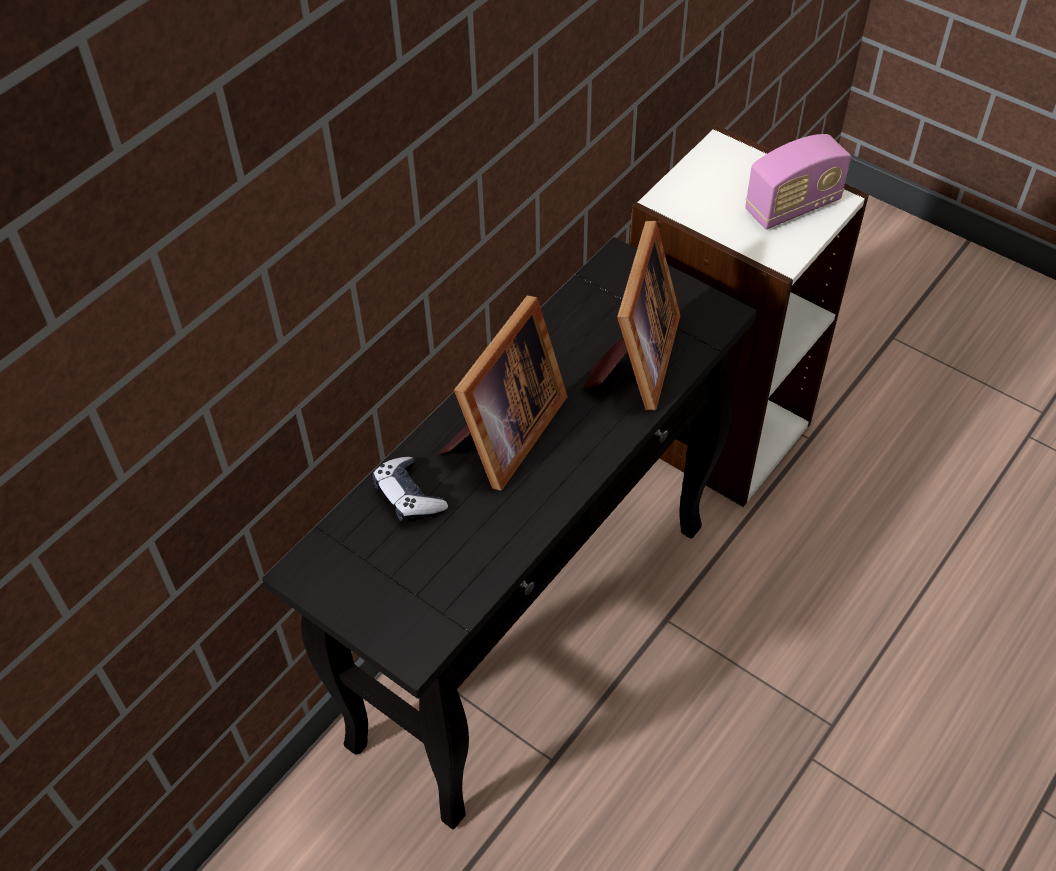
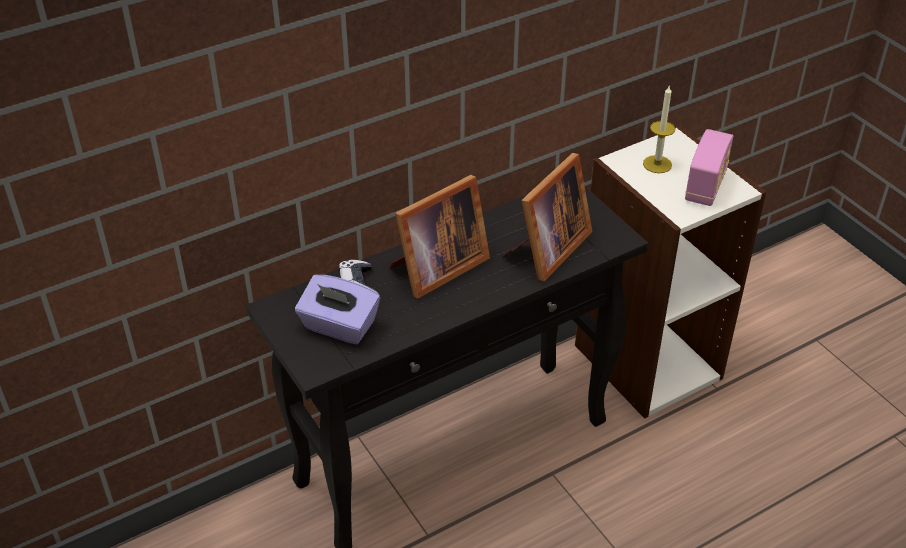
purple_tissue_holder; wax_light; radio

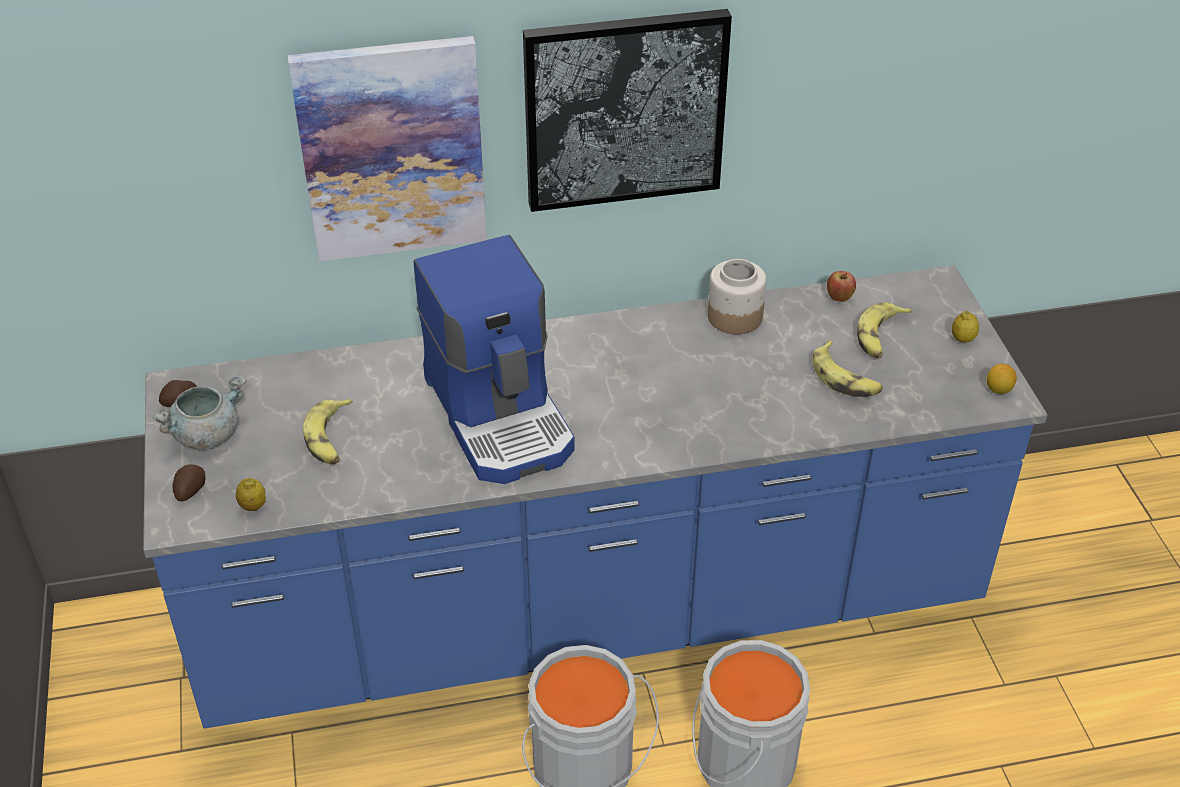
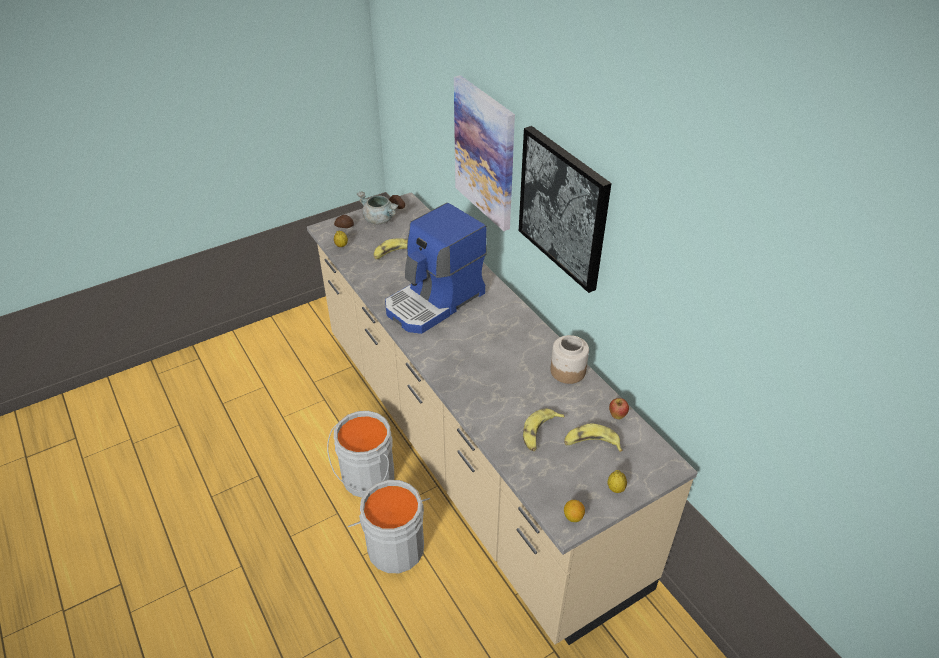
beige_kitchen_counter

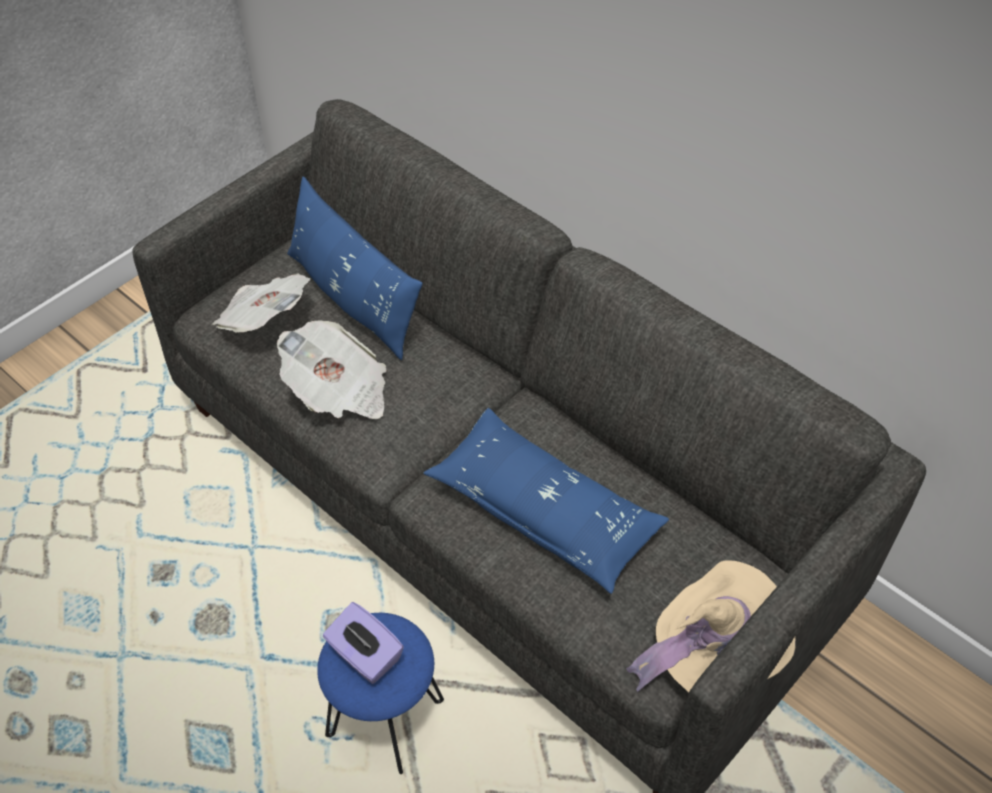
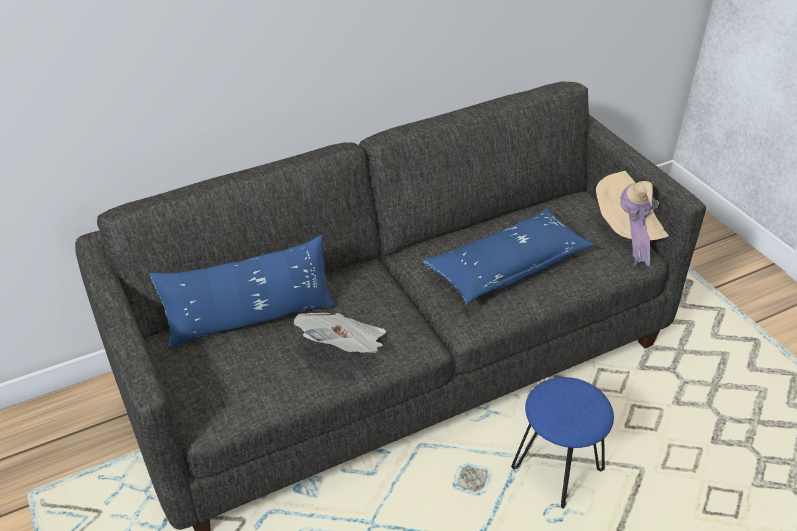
newspaper (no. 1 from left in the first image); purple_tissue_holder

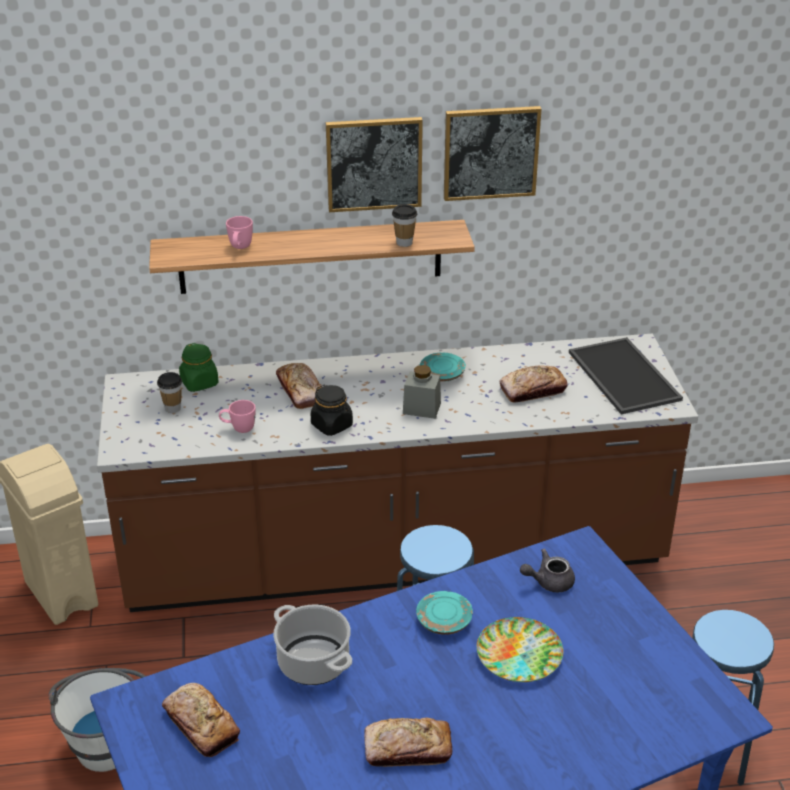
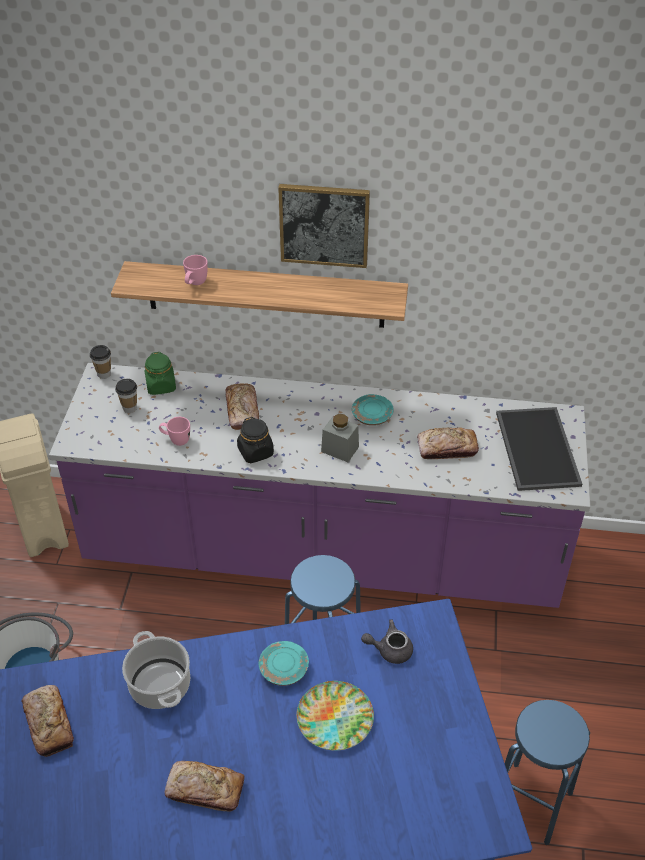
purple_kitchen_counter; cup (no. 1 from left); wall_art (no. 2 from left in the first image)

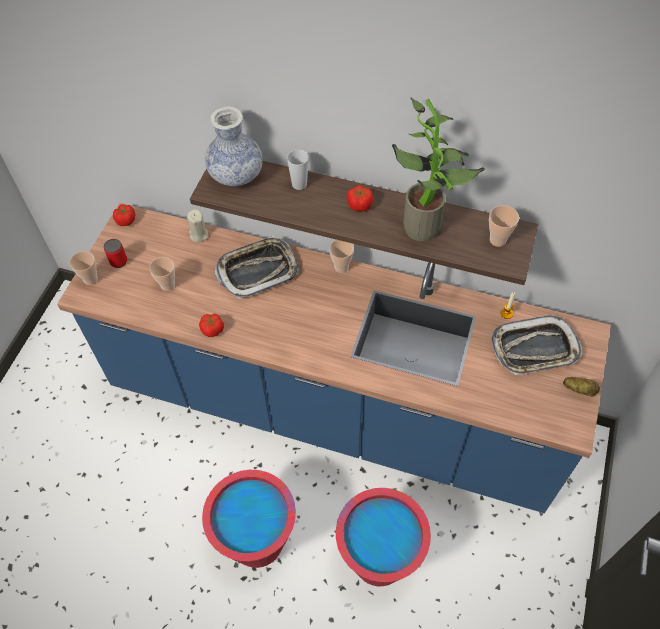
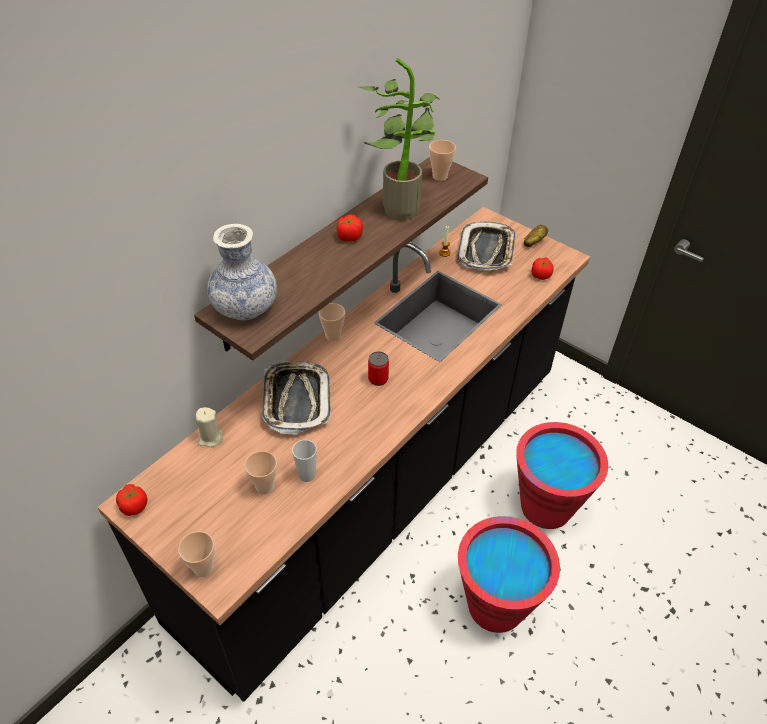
black_kitchen_counter; cup (no. 3 from left); can; fresh_tomato (no. 3 from left)

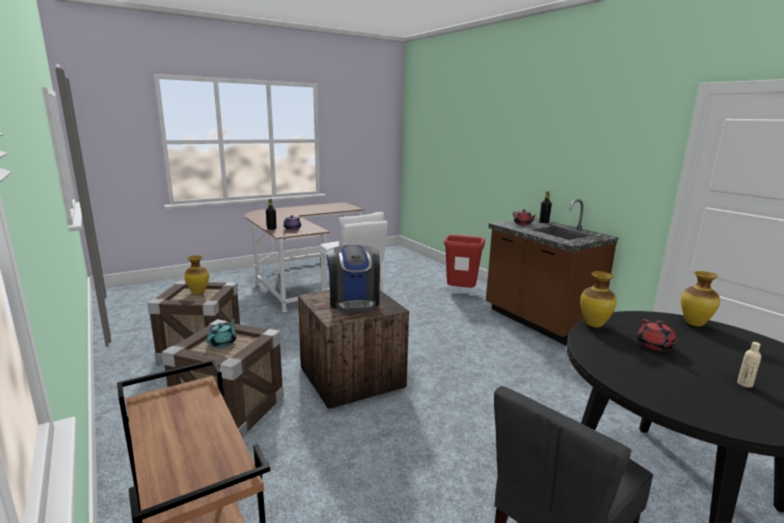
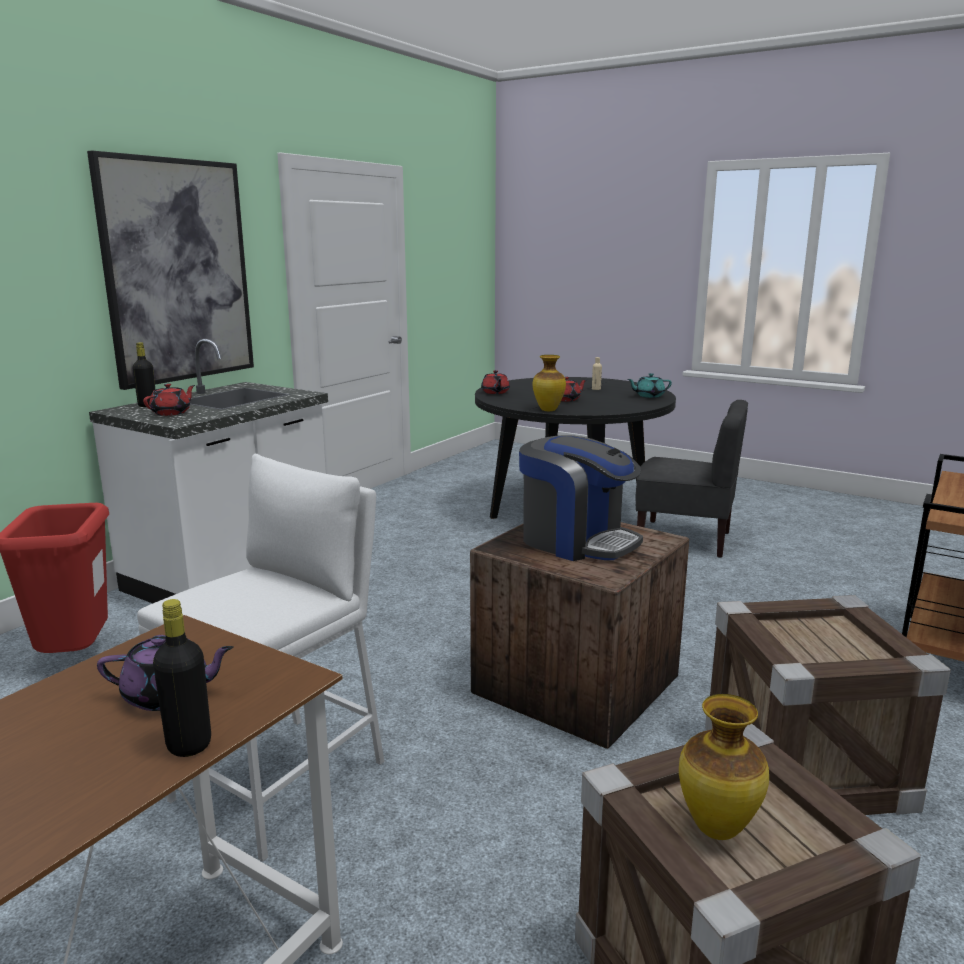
wall_art; whitish_kitchen_counter; red_tea_pot (no. 2 from left); coffee_brewer; turquoise-coloured_tea_pot

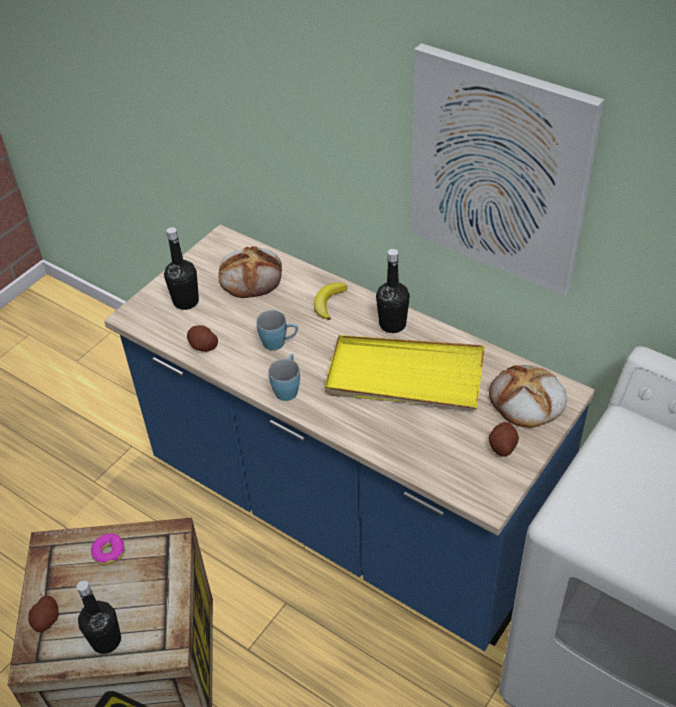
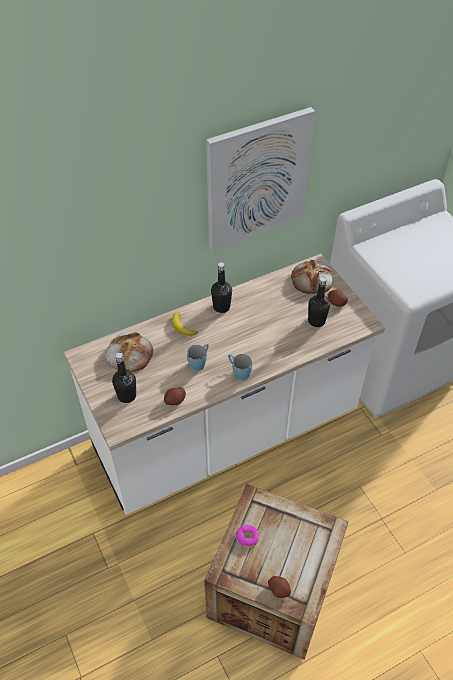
whitish_kitchen_counter; black_beverage_bottle (no. 3 from left); yellow-coloured_carrying_tray

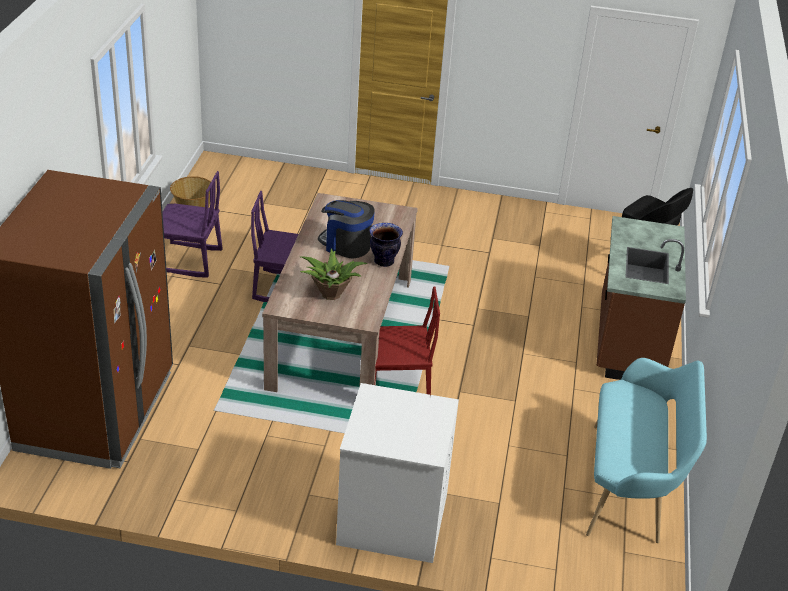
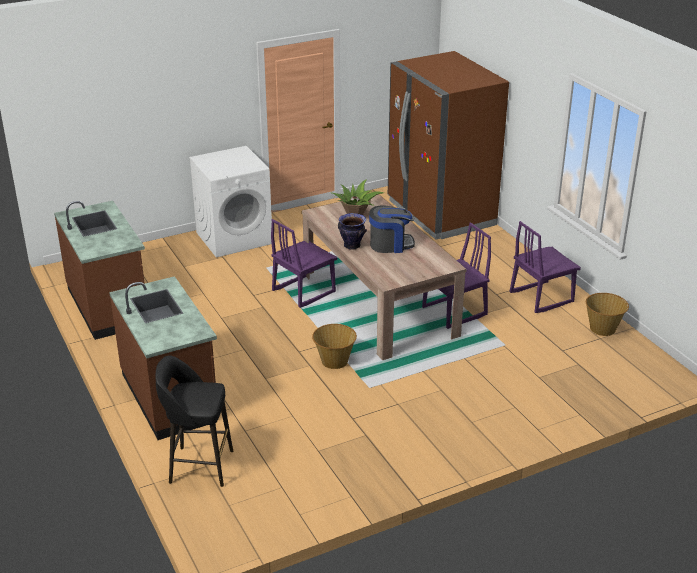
brownish_kitchen_counter (no. 1 from left); purple_upright_chair (no. 1 from left); storage_basket (no. 1 from left)

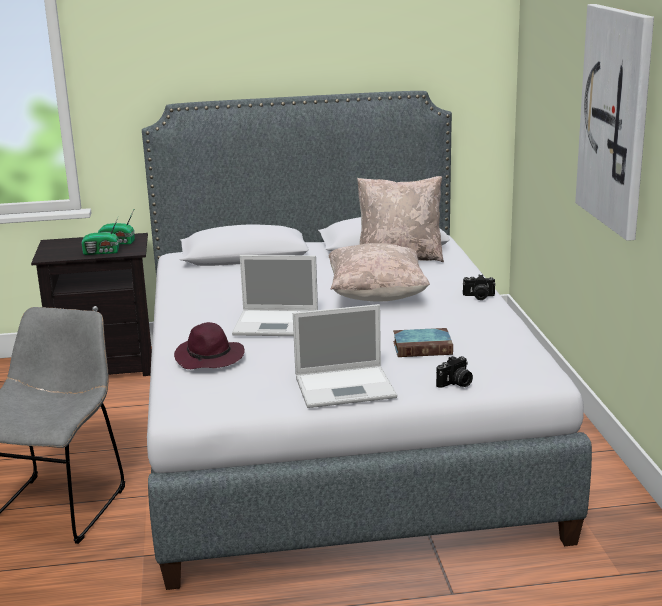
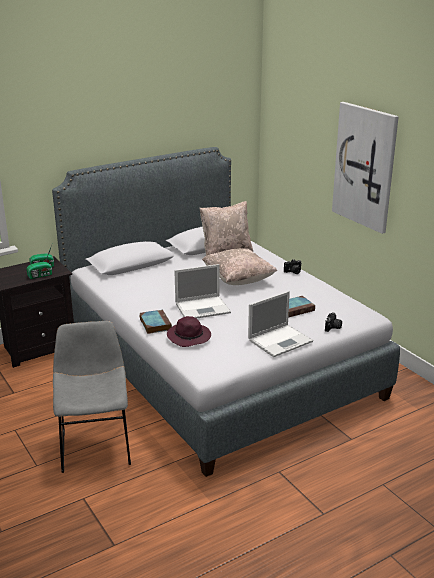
volume (no. 1 from left)

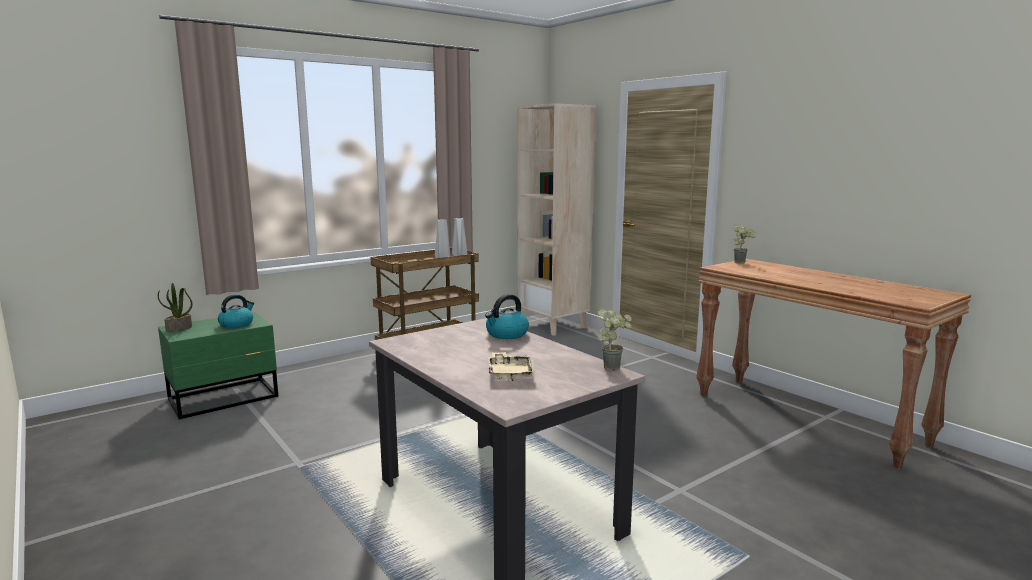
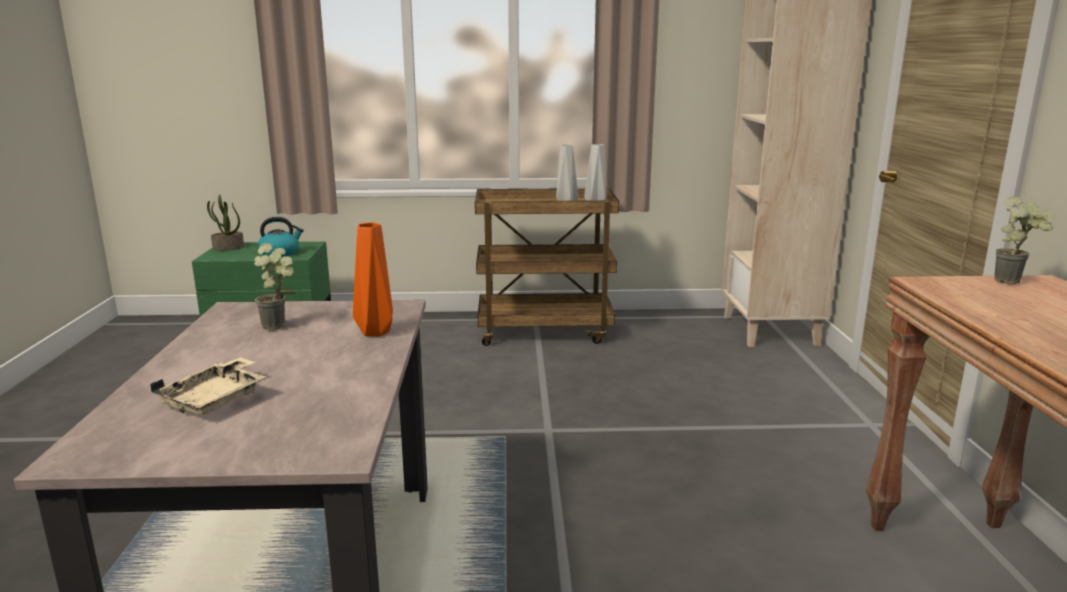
plant_in_a_pot (no. 2 from left); orange-coloured_vase

